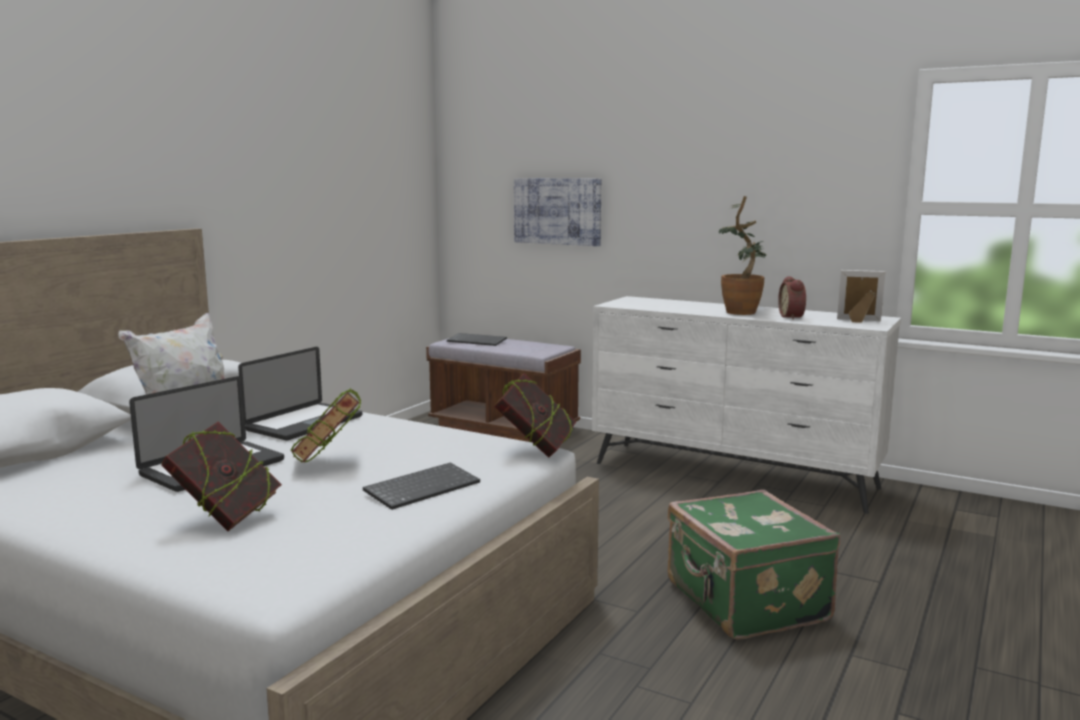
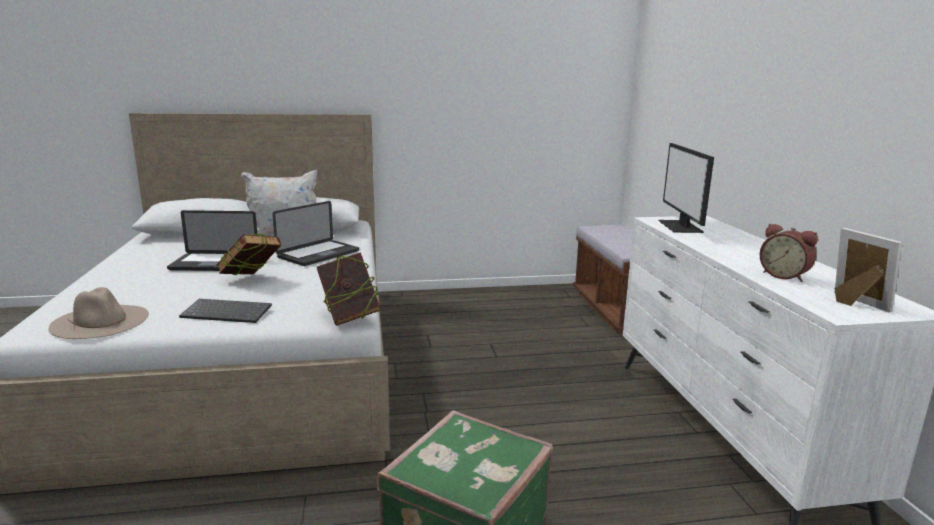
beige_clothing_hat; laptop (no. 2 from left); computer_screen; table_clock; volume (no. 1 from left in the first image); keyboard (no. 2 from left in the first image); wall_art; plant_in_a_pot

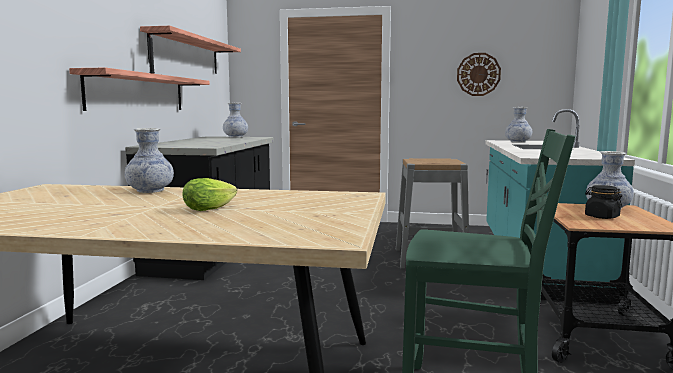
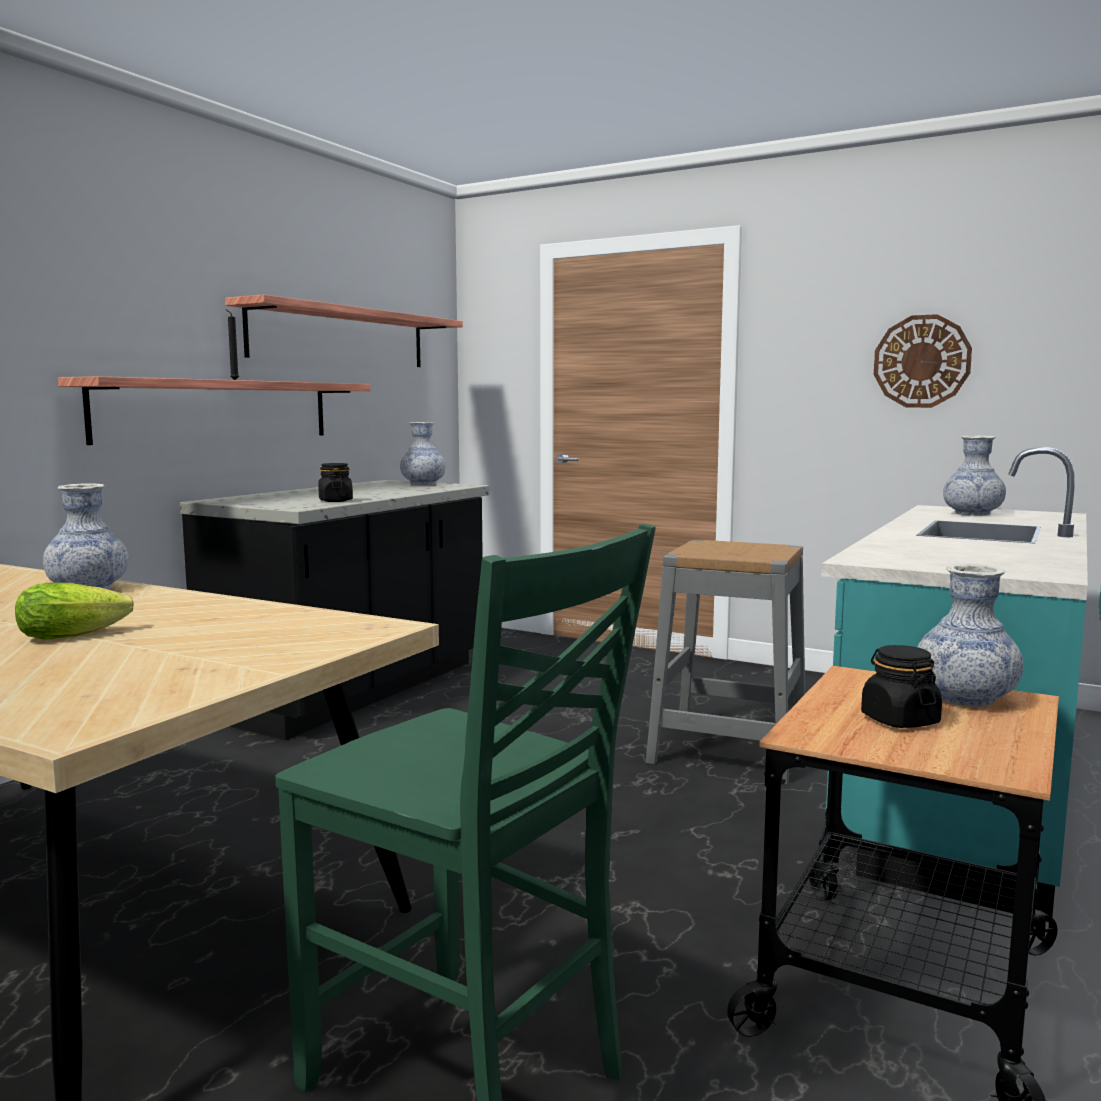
black_storage_jar (no. 1 from left)

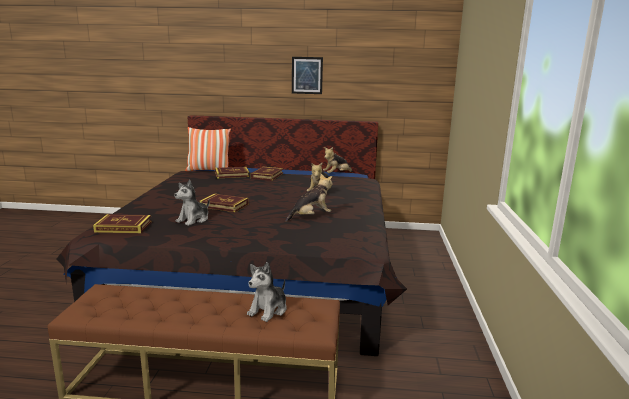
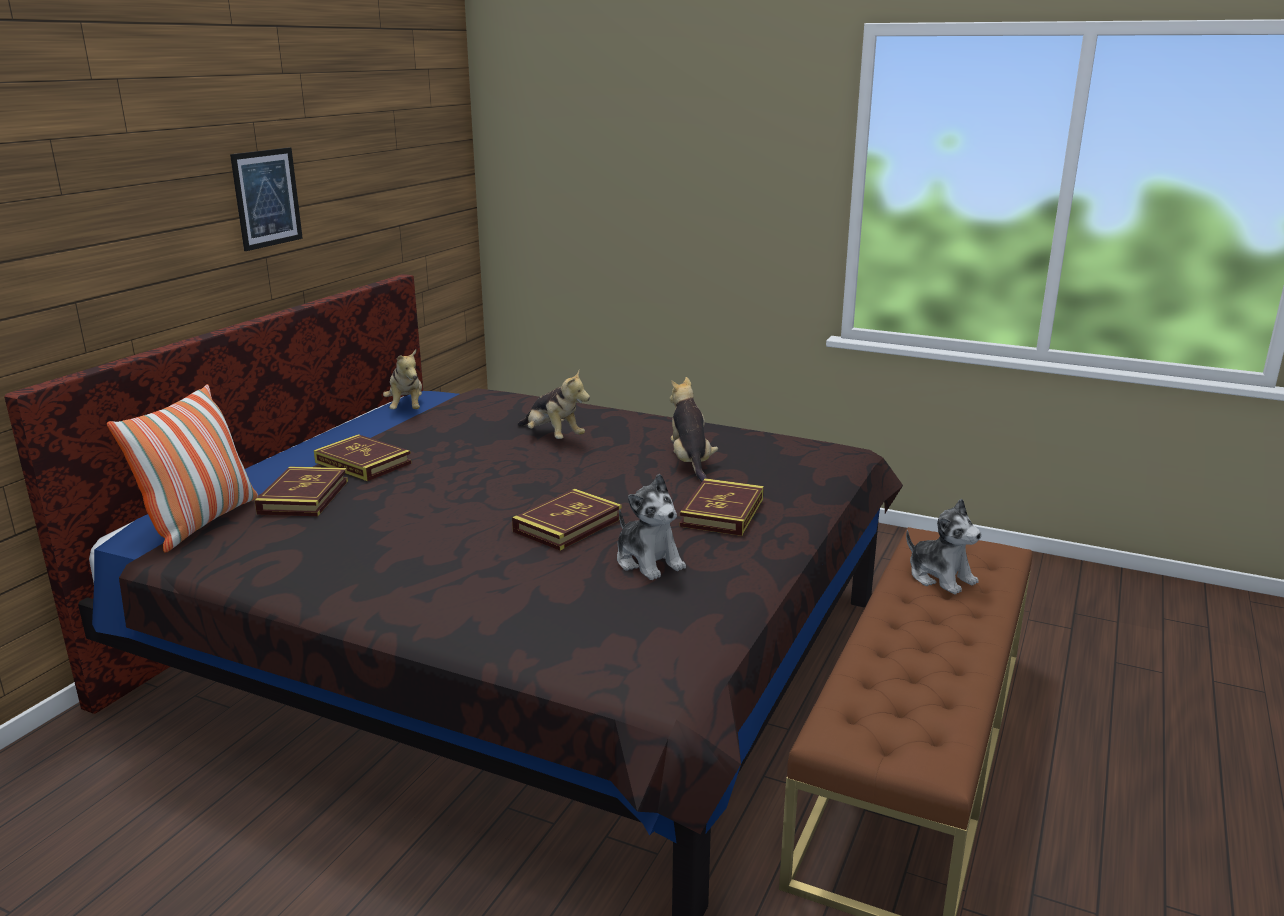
volume (no. 4 from left)

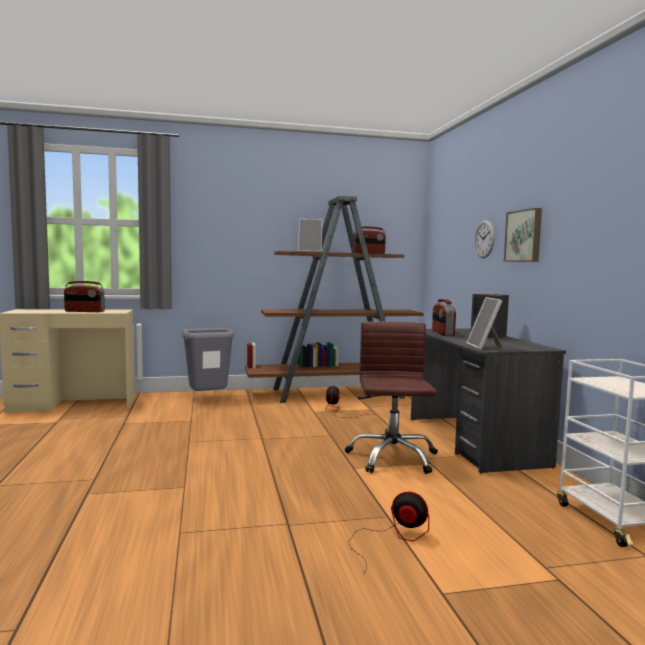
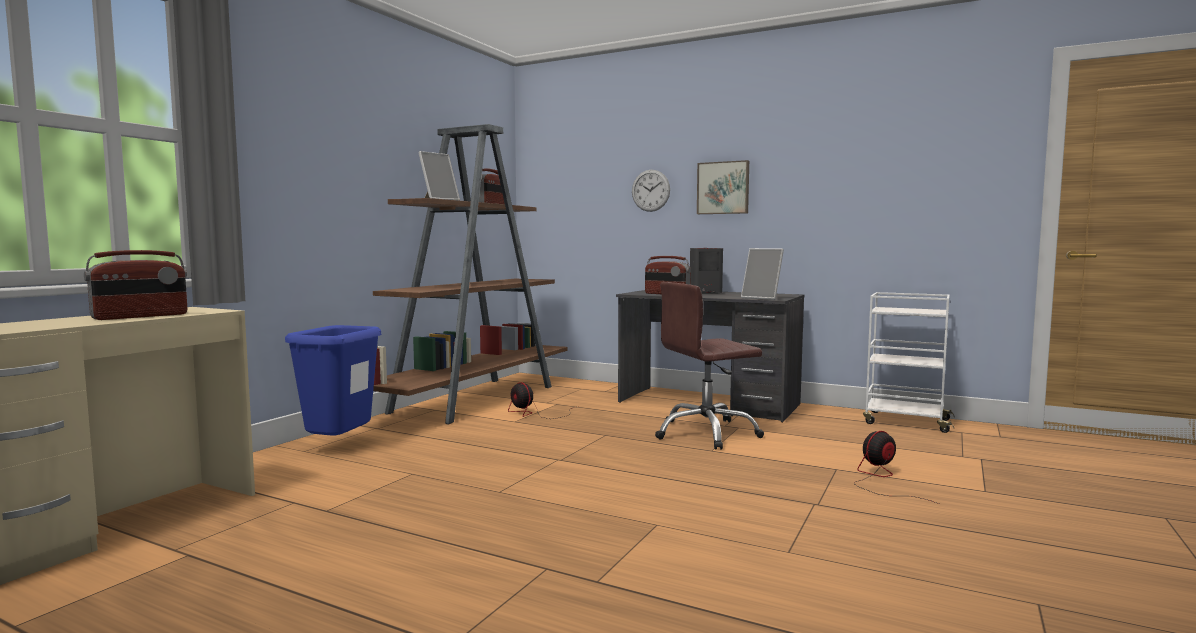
blue-coloured_rubbish_bin; brownish_desk_chair

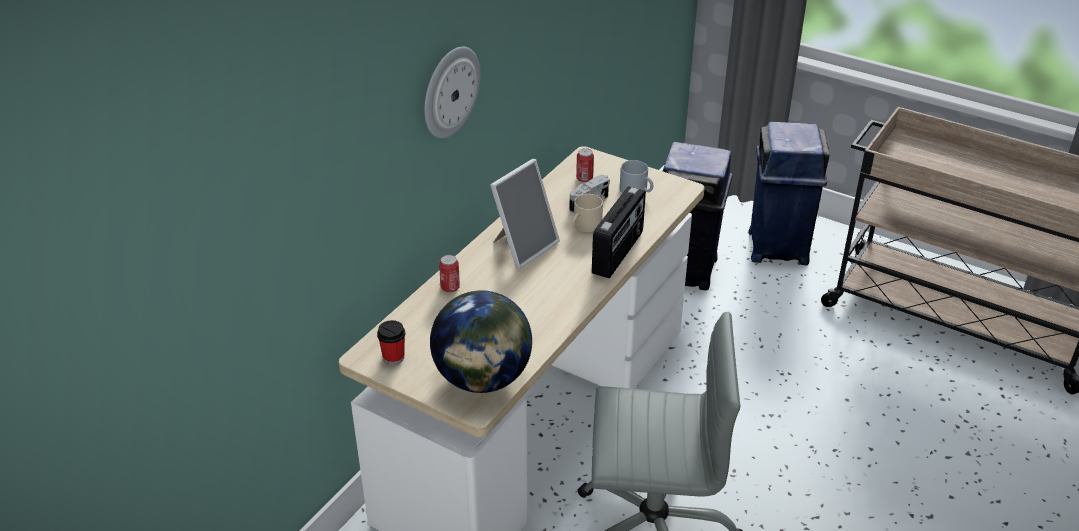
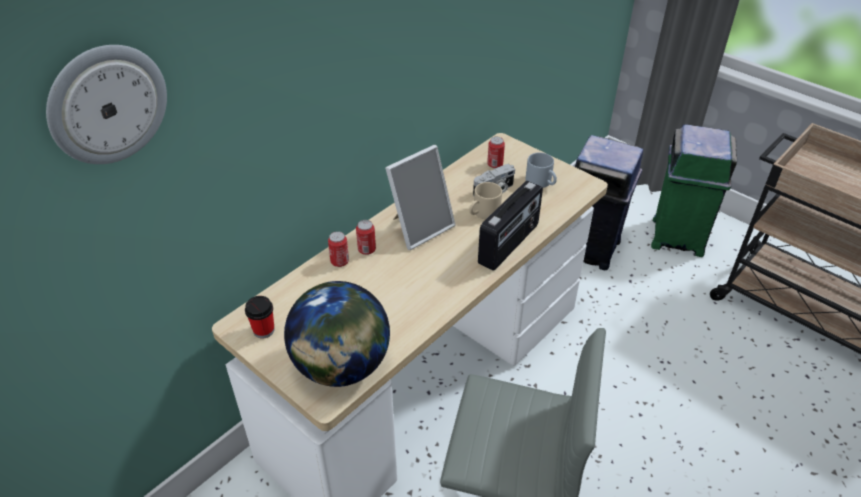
wall_clock; can (no. 2 from left); green_rubbish_bin

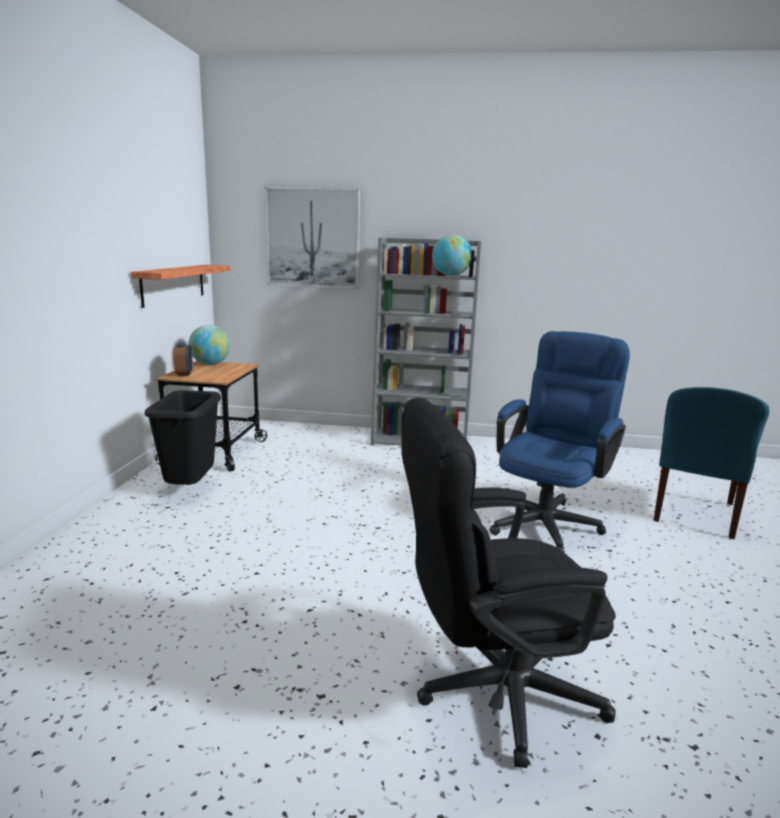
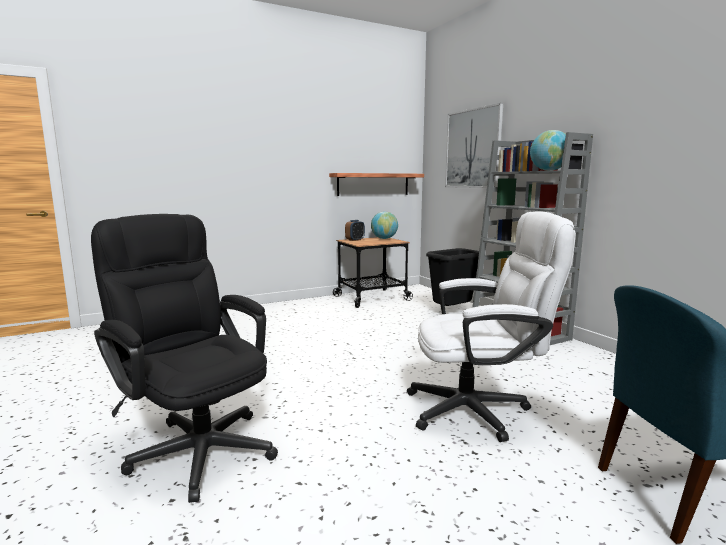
whitish_desk_chair; black_rubbish_bin

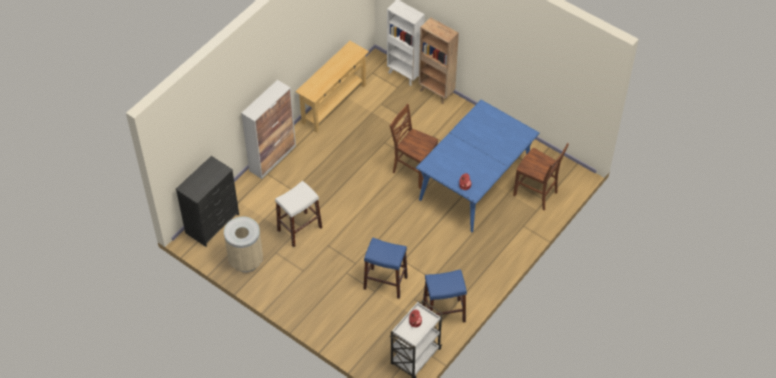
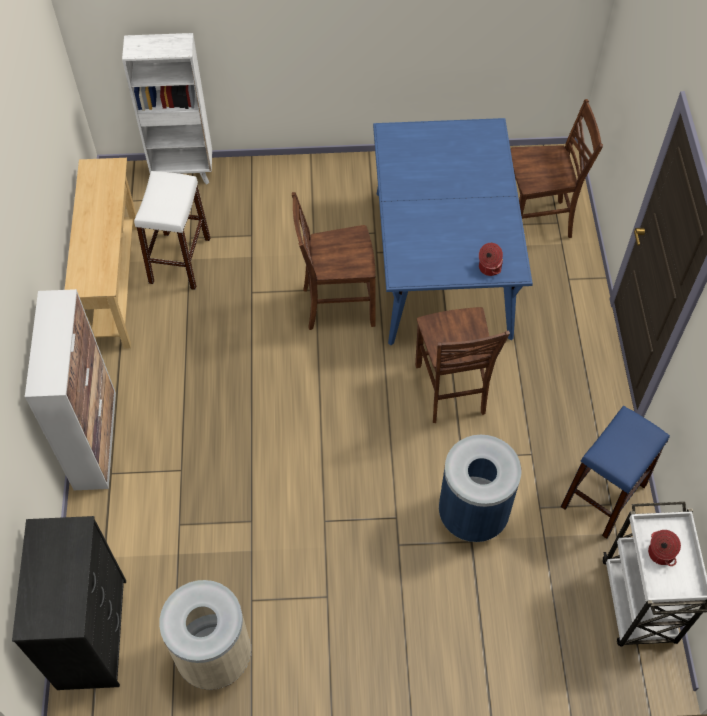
whitish_stool; brownish_upright_chair (no. 2 from left); blue-coloured_rubbish_bin; brownish_shelving_unit

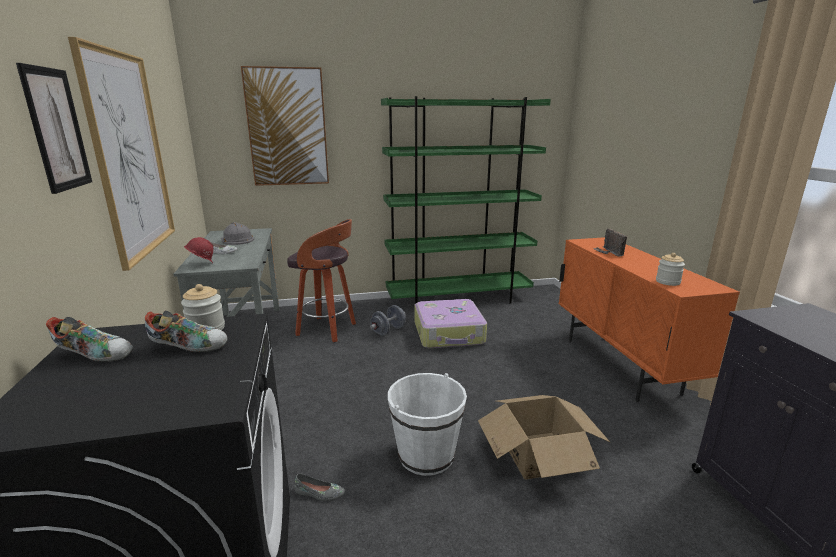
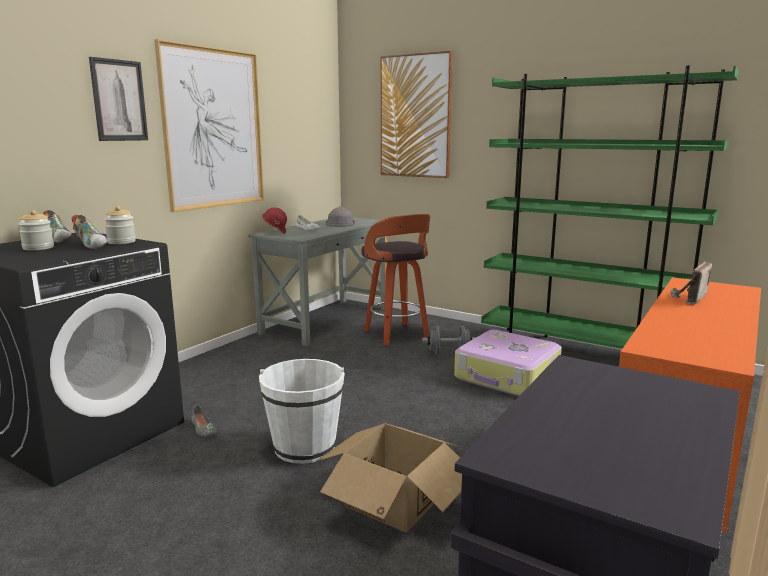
storage_jar (no. 1 from left)

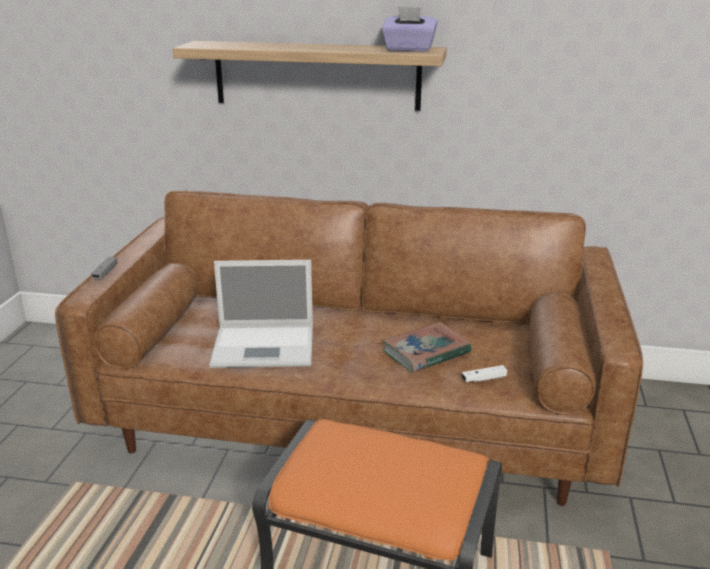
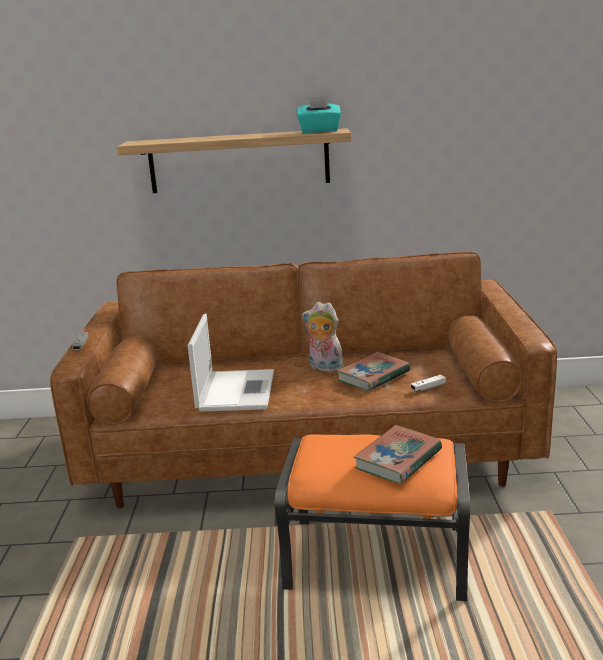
laptop; turquoise-coloured_tissue_holder; plush_toy; volume (no. 2 from left)

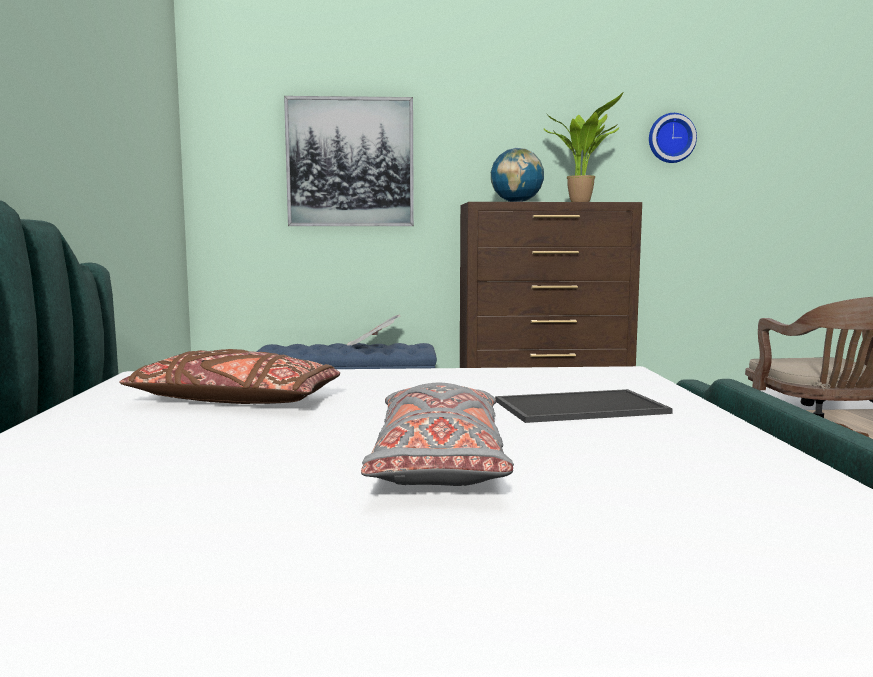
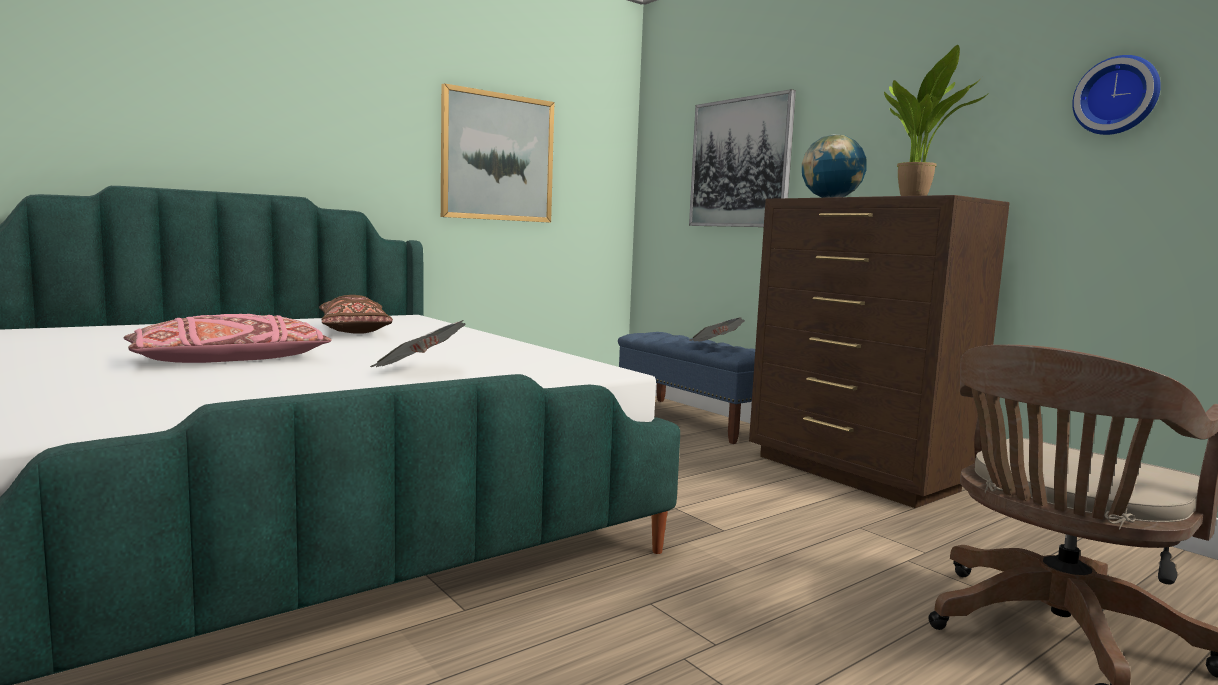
pink_throw_pillow; newspaper (no. 1 from left); wall_art (no. 1 from left)

